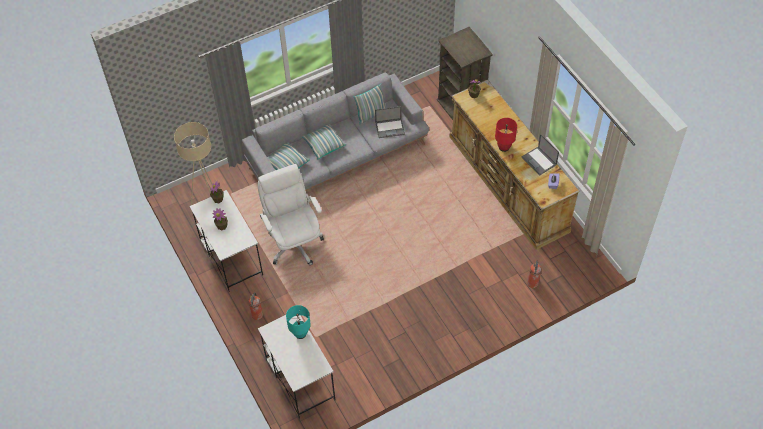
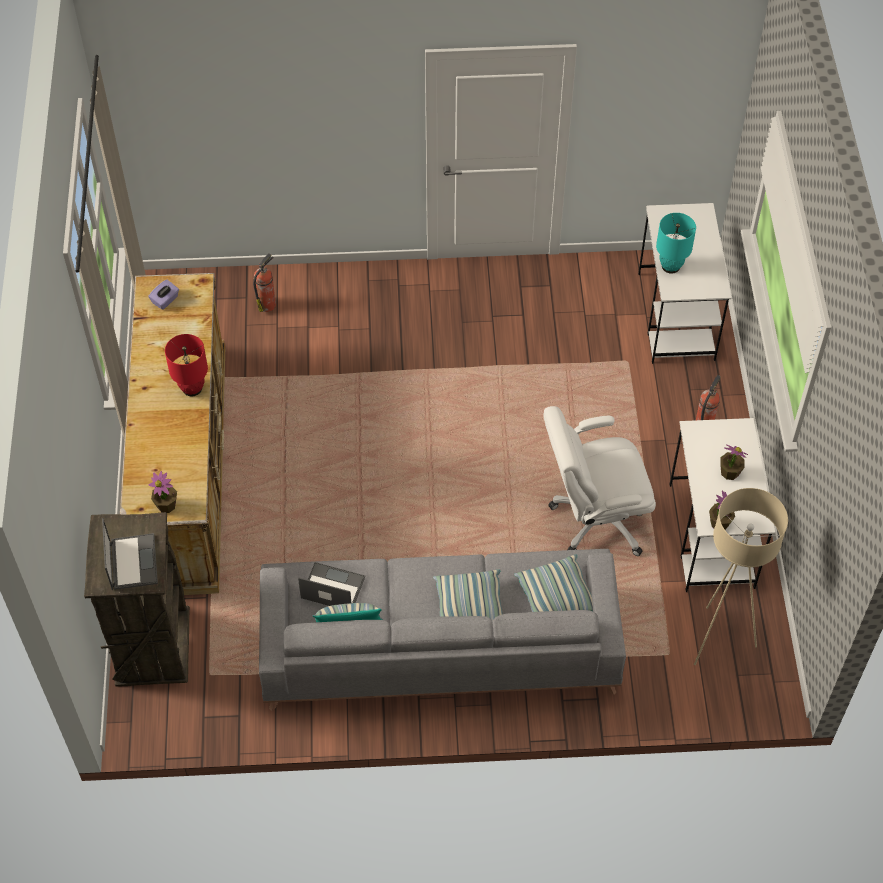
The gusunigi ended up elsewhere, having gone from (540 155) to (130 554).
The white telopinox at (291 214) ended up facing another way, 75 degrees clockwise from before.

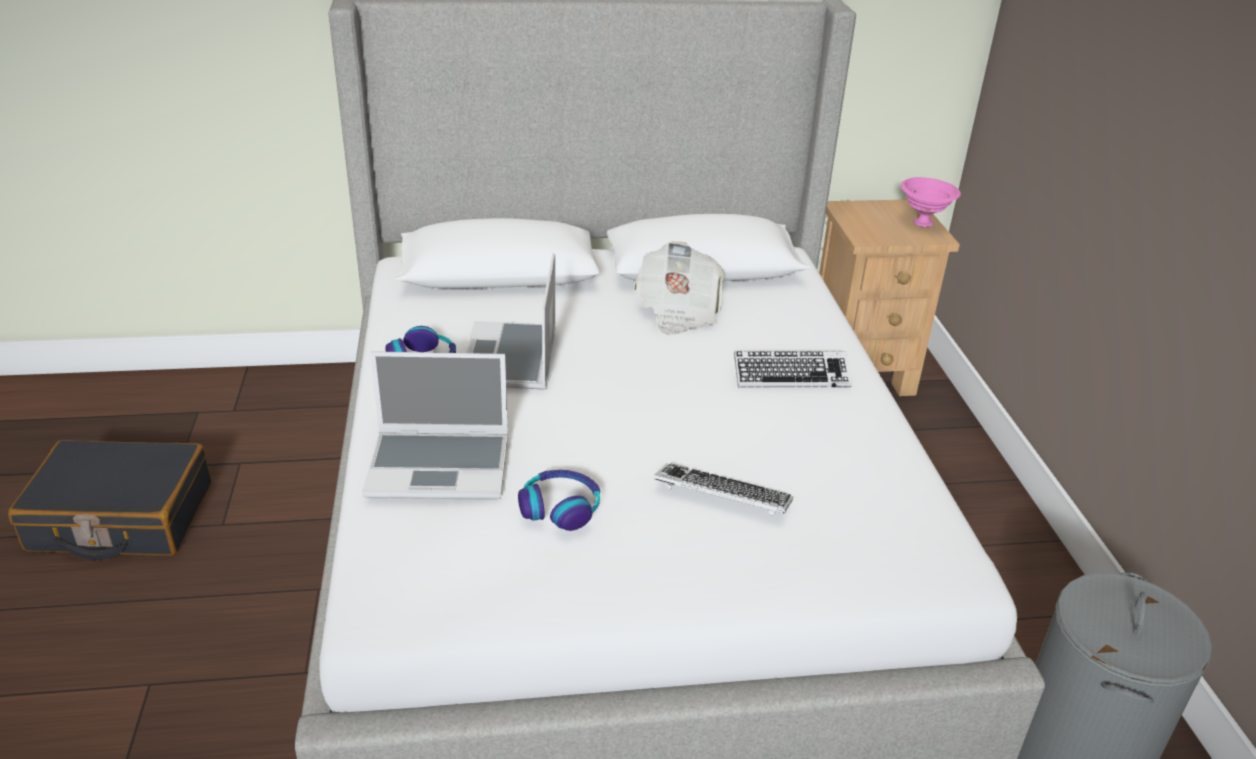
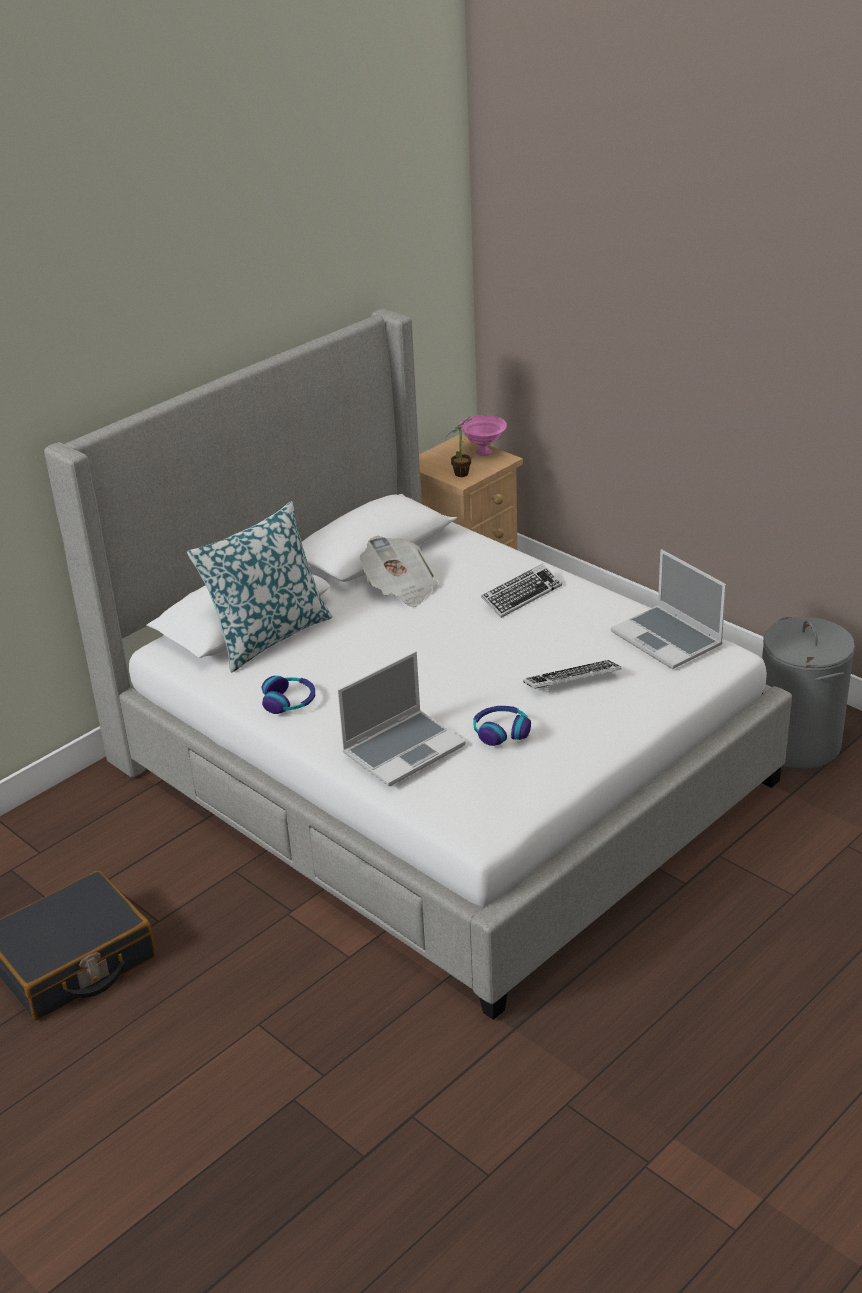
The second view gained the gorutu at (259 586).
The second view gained the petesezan at (460 447).
The gusunigi ended up elsewhere, having gone from (510 321) to (668 609).

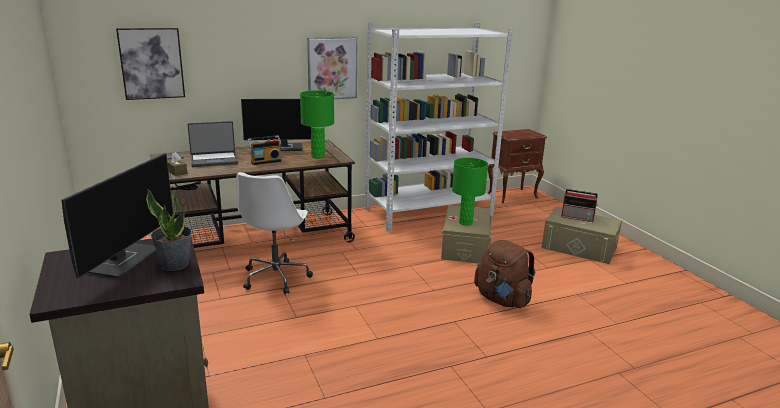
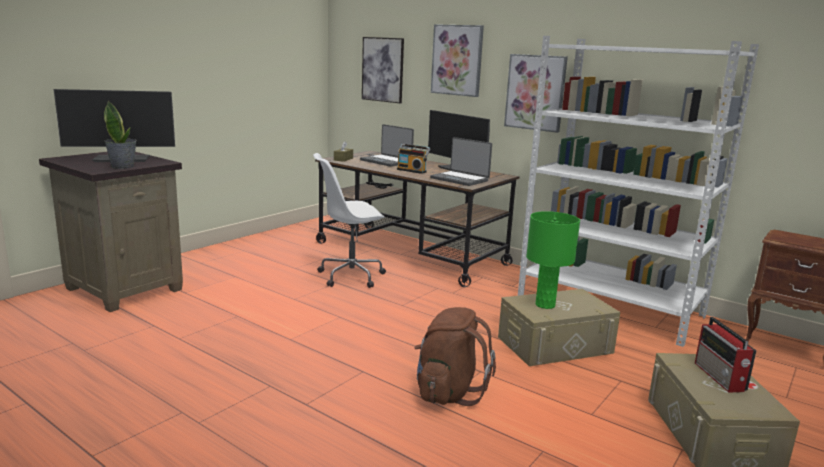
Where the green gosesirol stood at (317 124), the gusunigi came to stand at (461 161).
The second view gained the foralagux at (457 60).

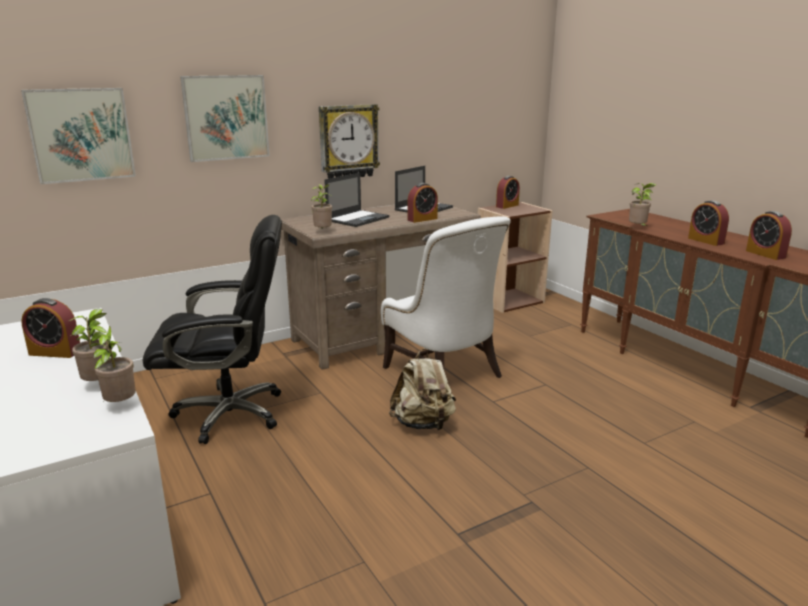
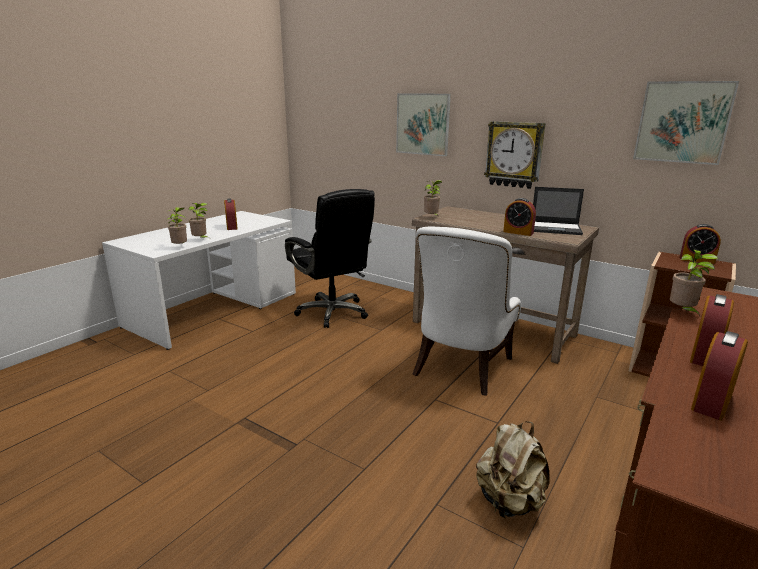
The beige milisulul ended up elsewhere, having gone from (422 389) to (513 469).
The foralagux ended up elsewhere, having gone from (78 136) to (686 123).
The second view lost the gusunigi at (356 200).

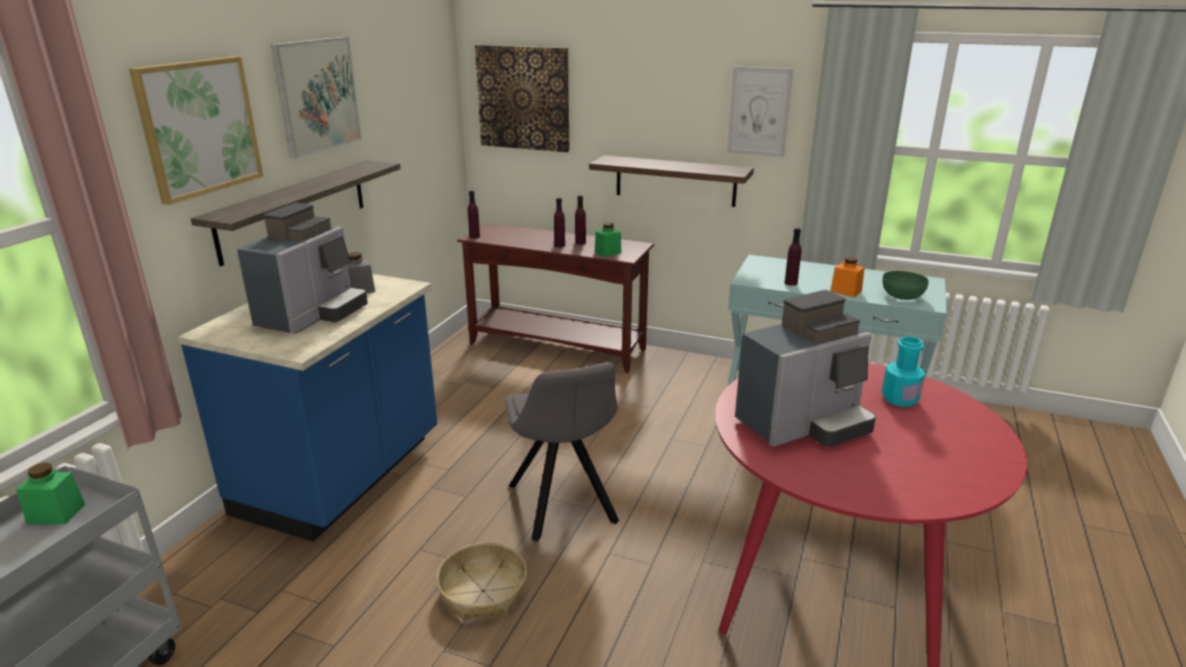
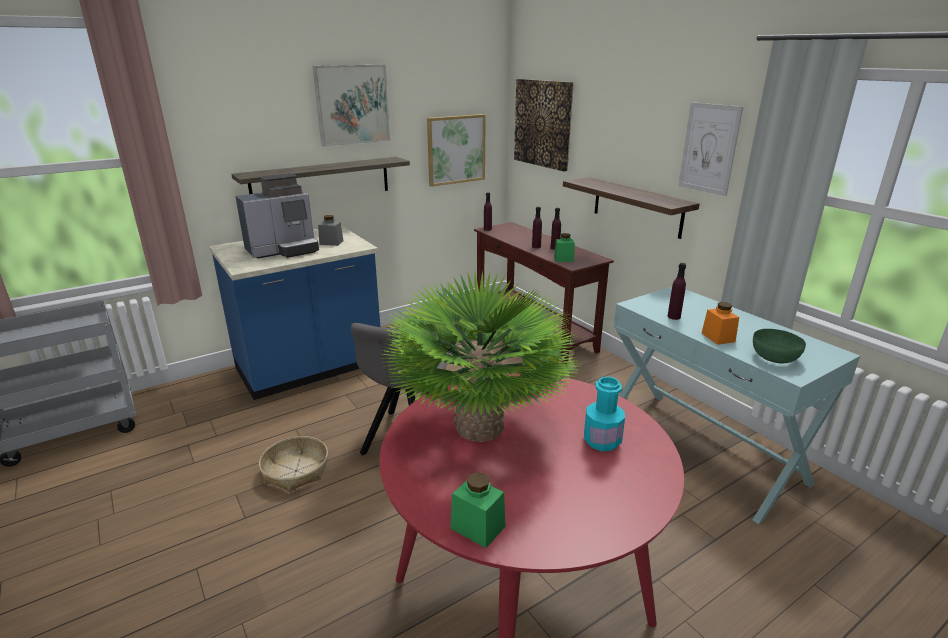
Where the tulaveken stood at (805 368), the petesezan came to stand at (480 356).
The foralagux ended up elsewhere, having gone from (196 130) to (456 150).
The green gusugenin ended up elsewhere, having gone from (50 493) to (478 510).

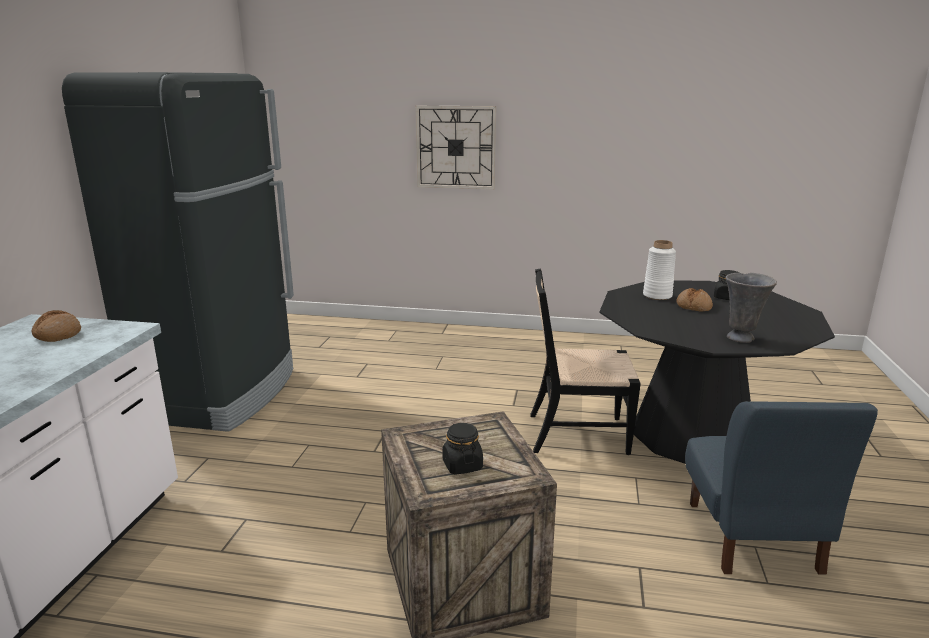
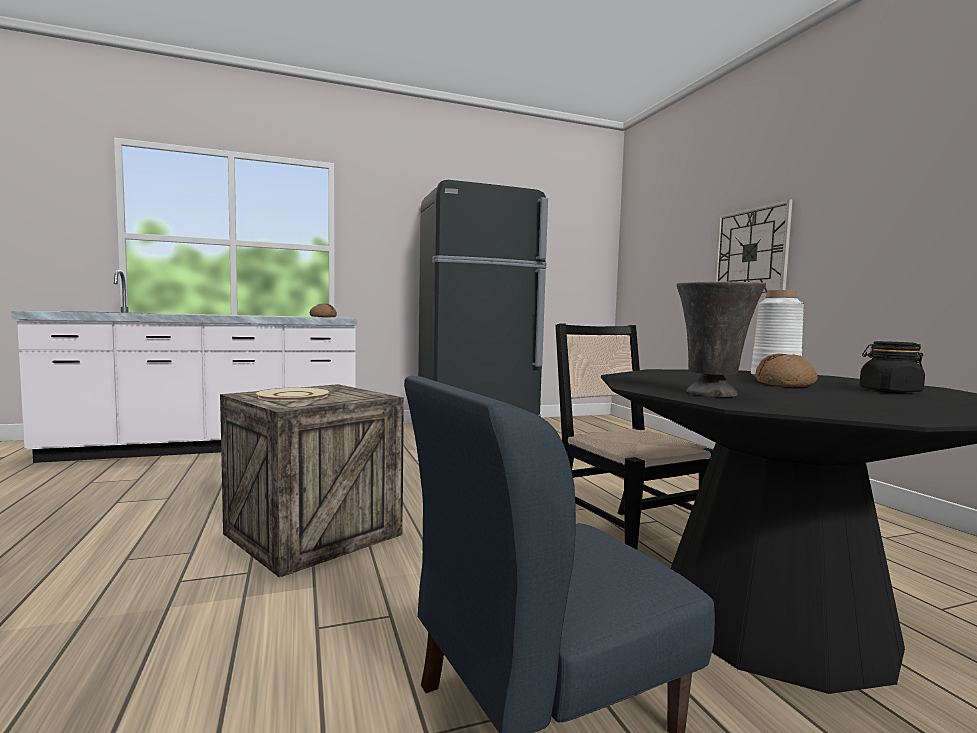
Where the black gusugenin stood at (462 449), the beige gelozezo came to stand at (292 394).

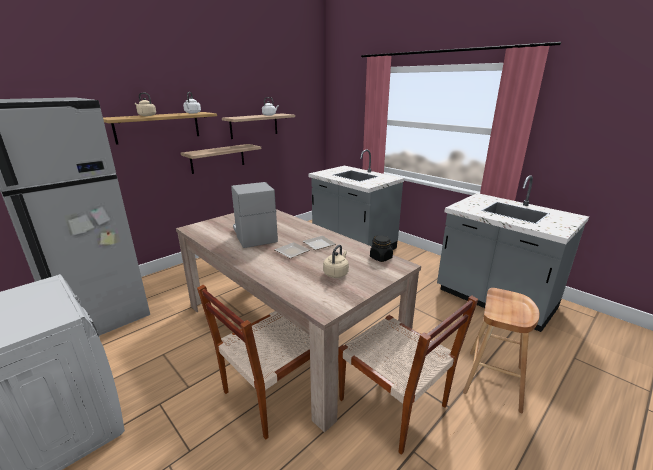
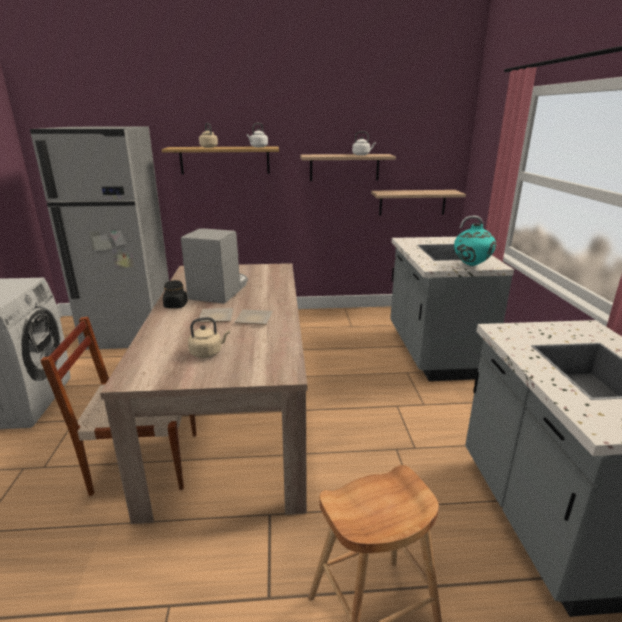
The black gusugenin ended up elsewhere, having gone from (381 249) to (175 294).
The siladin ended up elsewhere, having gone from (221 159) to (418 203).
The second view gained the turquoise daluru at (475 245).
The second view lost the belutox at (408 375).

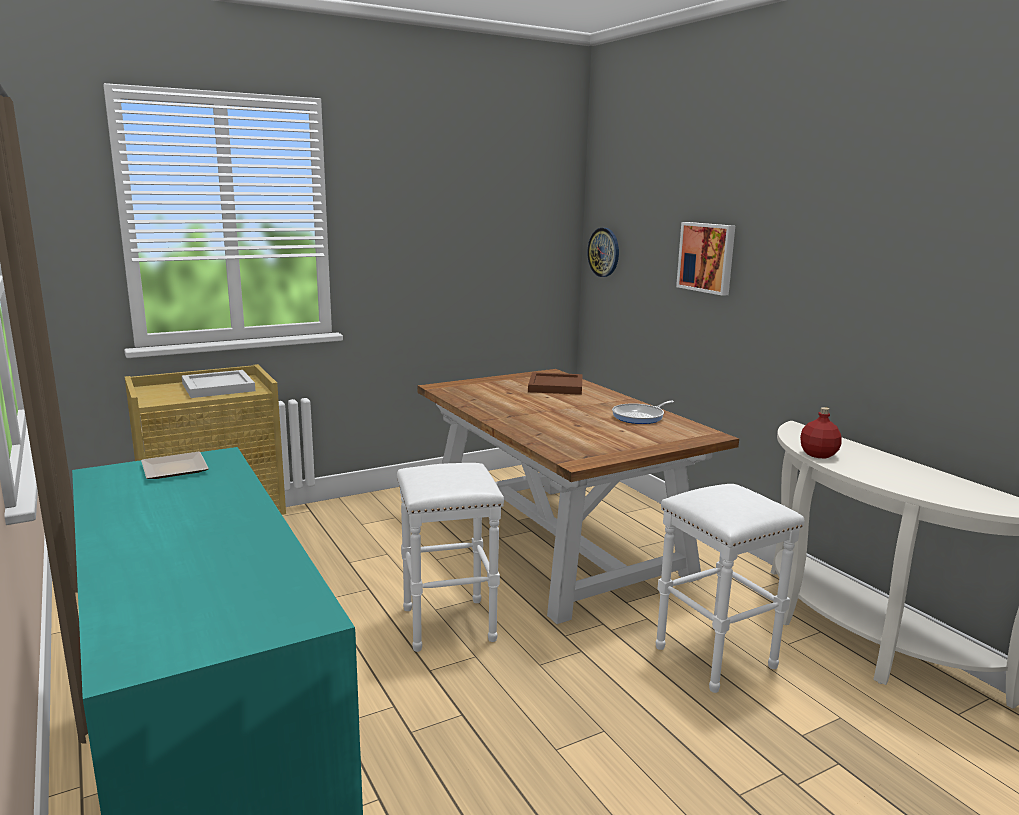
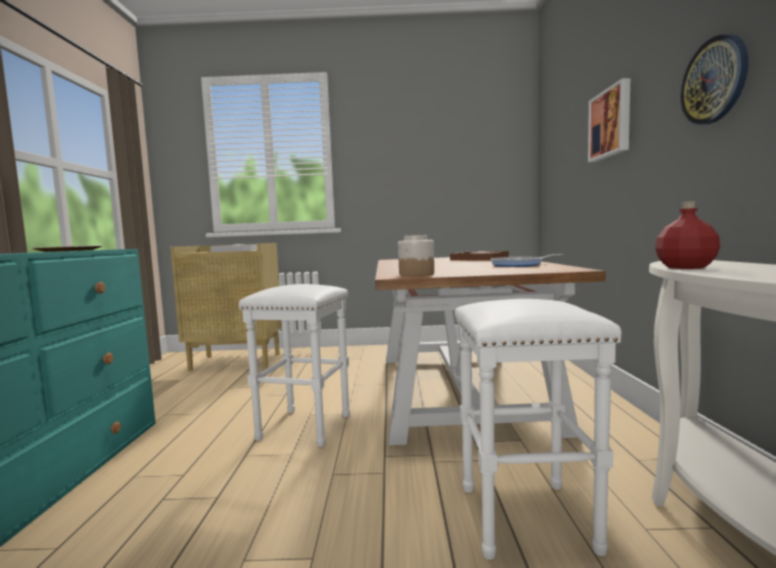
The second view gained the gusugenin at (416 255).
The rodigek ended up elsewhere, having gone from (603 252) to (715 79).

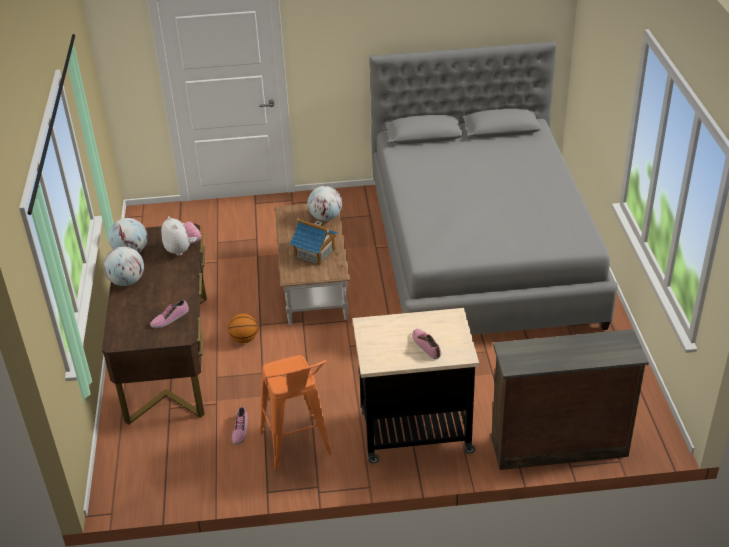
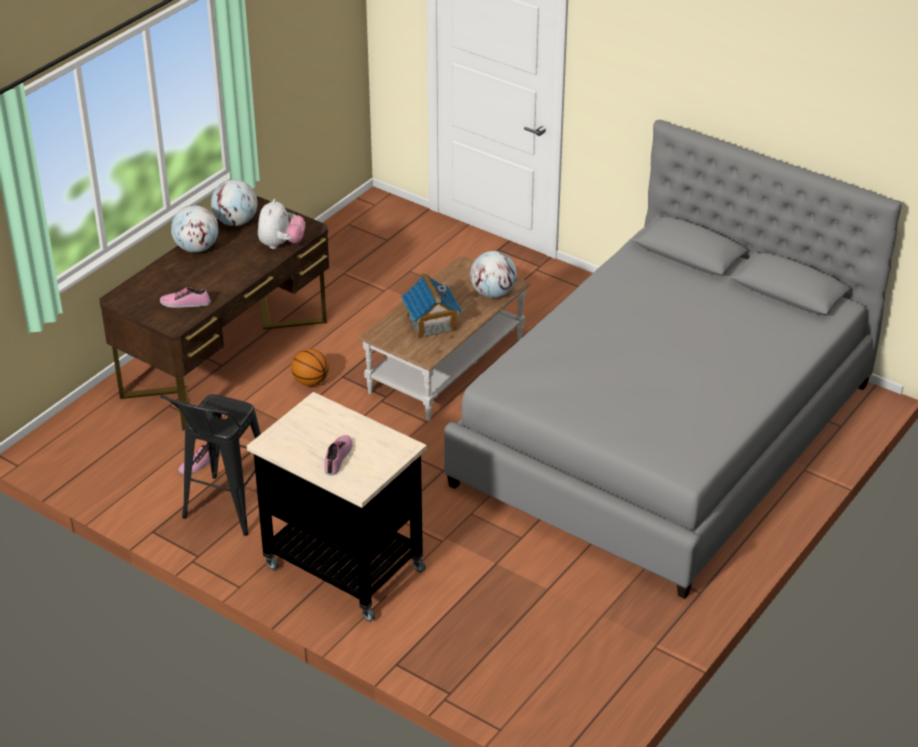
What was the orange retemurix at (296 412) turned into the black retemurix at (210 465).
The second view lost the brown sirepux at (570 399).

